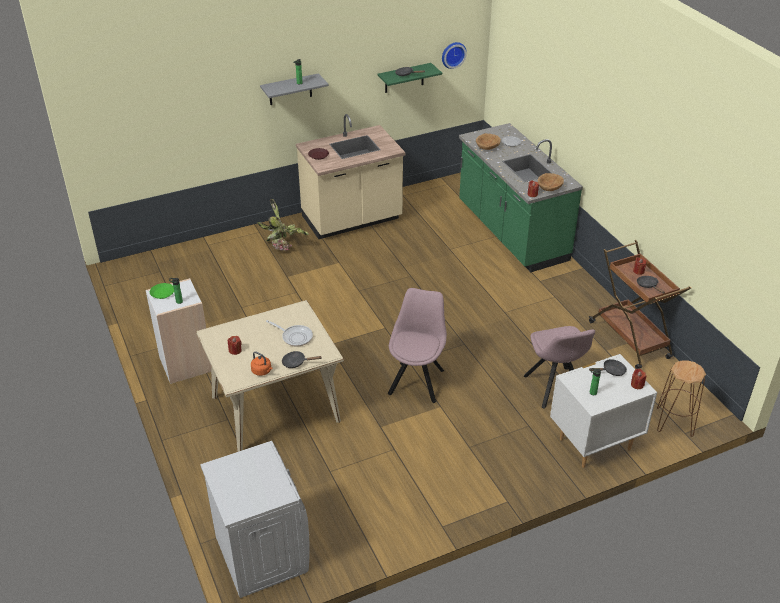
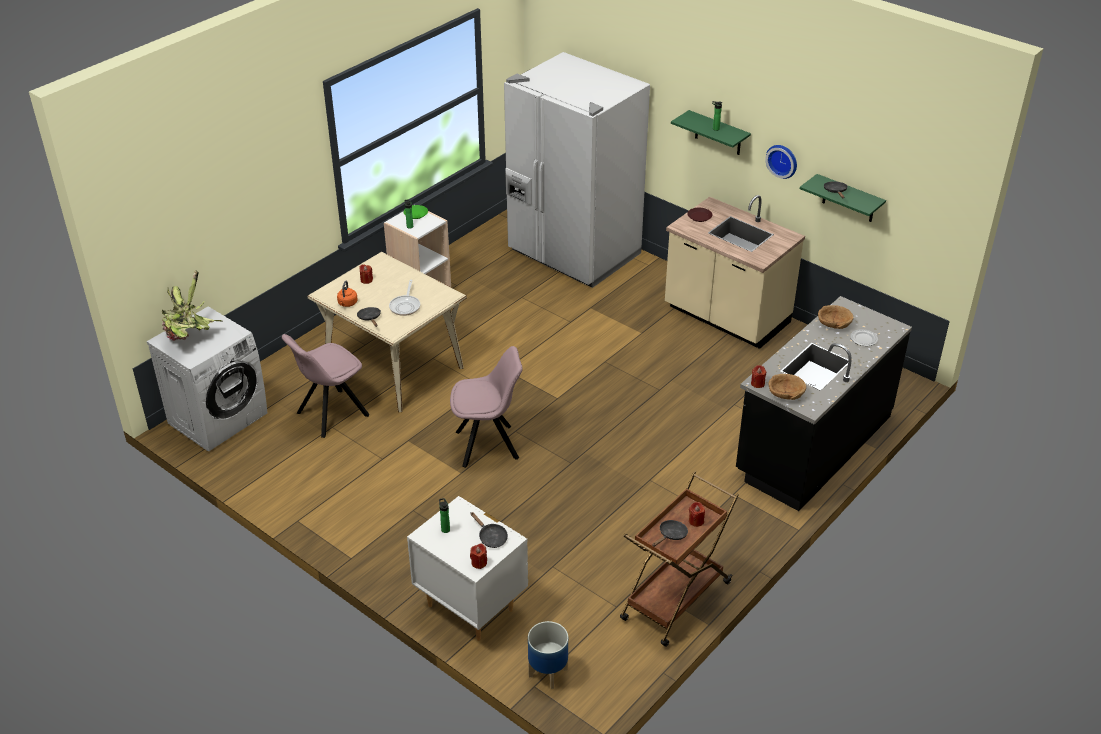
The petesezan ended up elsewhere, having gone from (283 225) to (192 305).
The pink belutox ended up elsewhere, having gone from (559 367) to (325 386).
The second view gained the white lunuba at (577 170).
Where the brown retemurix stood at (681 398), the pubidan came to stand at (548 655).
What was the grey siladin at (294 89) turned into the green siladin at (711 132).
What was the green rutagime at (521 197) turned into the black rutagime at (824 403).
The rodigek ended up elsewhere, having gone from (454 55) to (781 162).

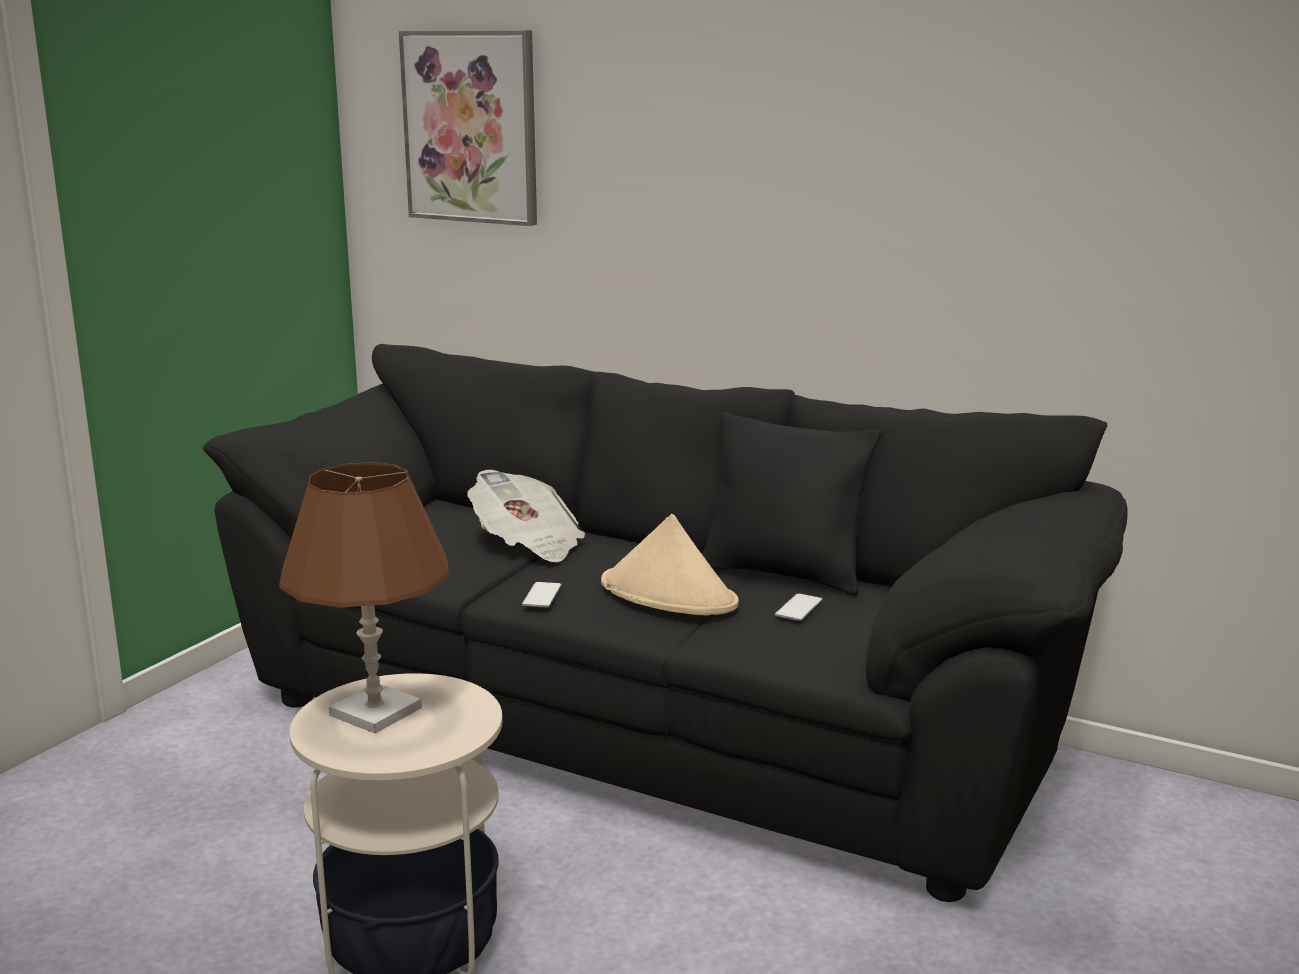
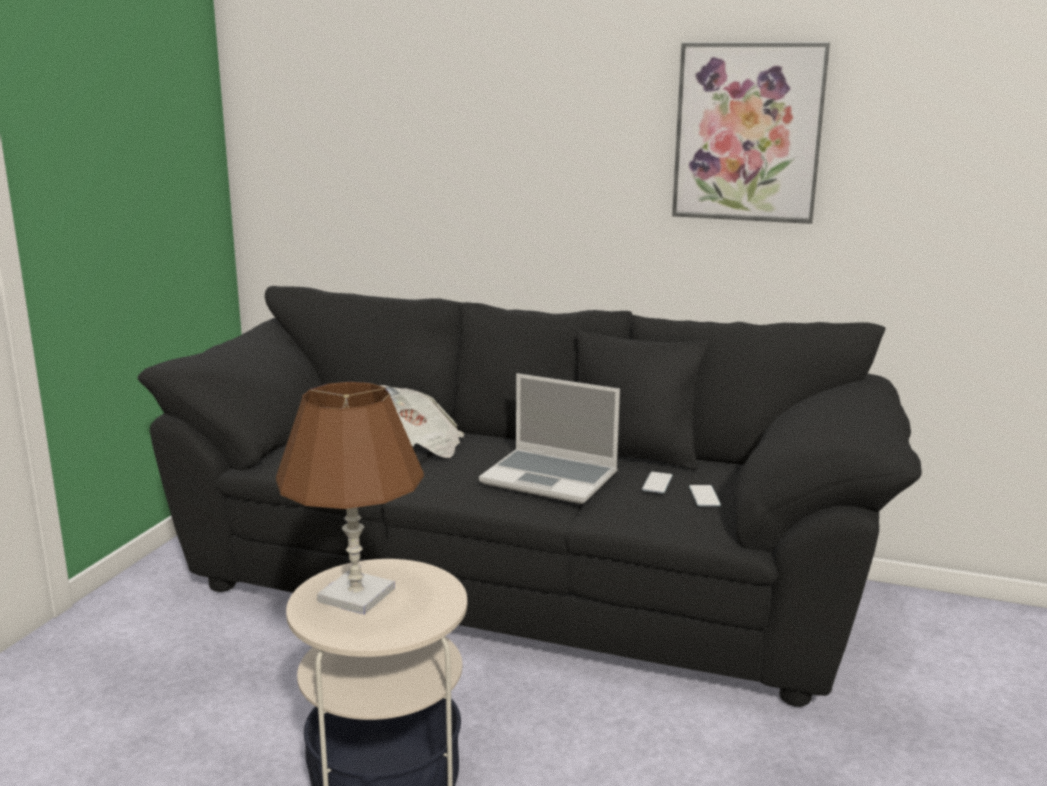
Where the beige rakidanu stood at (670 564), the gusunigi came to stand at (549 438).
The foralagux ended up elsewhere, having gone from (468 128) to (751 133).
The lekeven ended up elsewhere, having gone from (541 594) to (705 496).

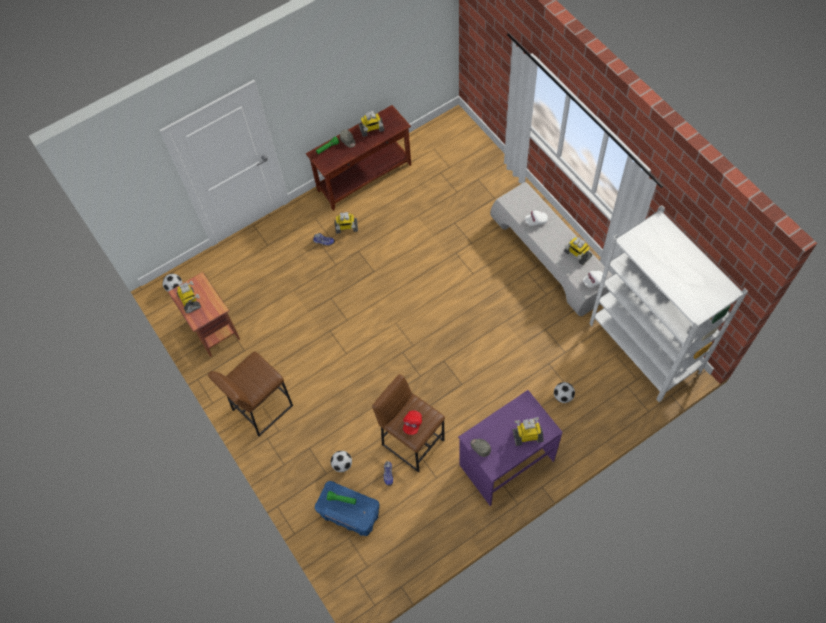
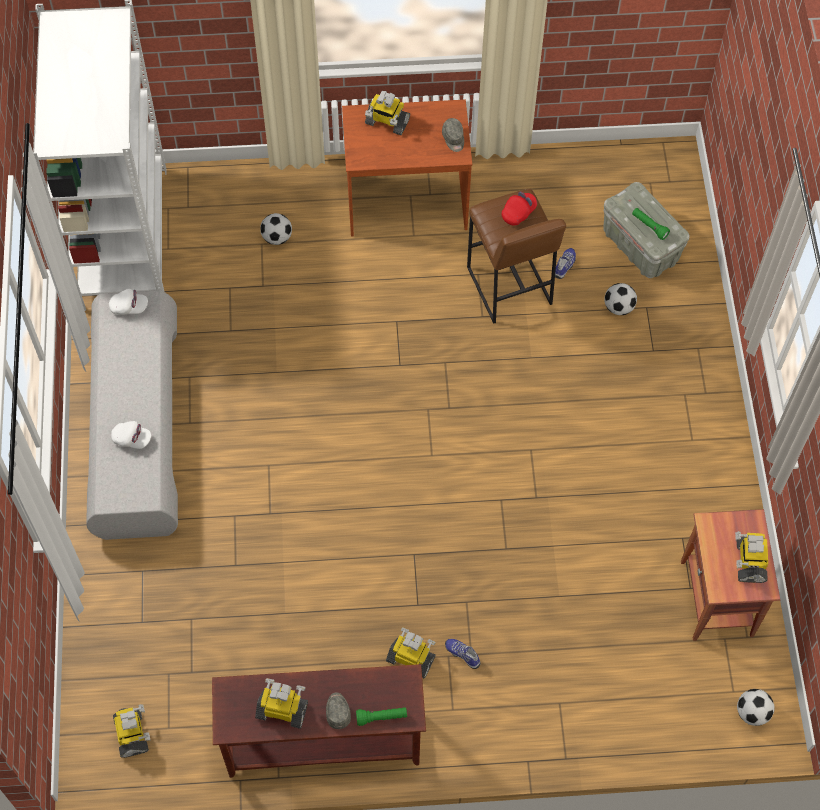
The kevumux ended up elsewhere, having gone from (578 251) to (131 731).
What was the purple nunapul at (510 448) turned into the brown nunapul at (407 168).
What was the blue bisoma at (347 508) turned into the grey bisoma at (646 230).
The second view lost the brown retemurix at (250 393).

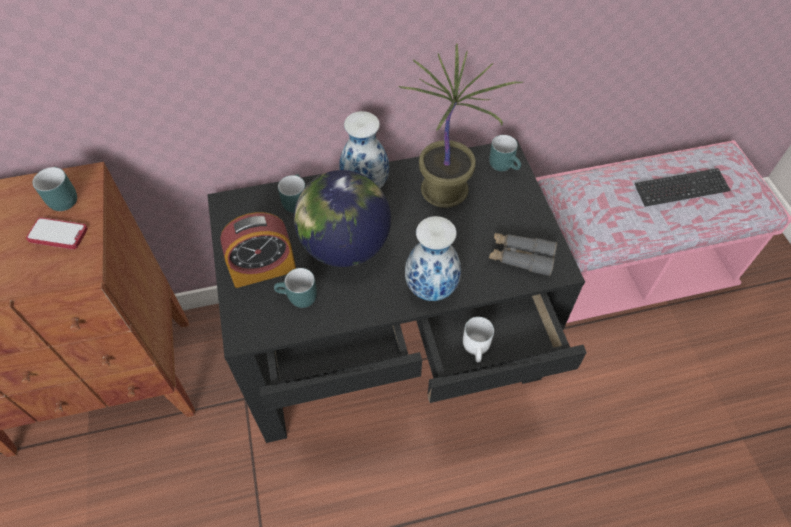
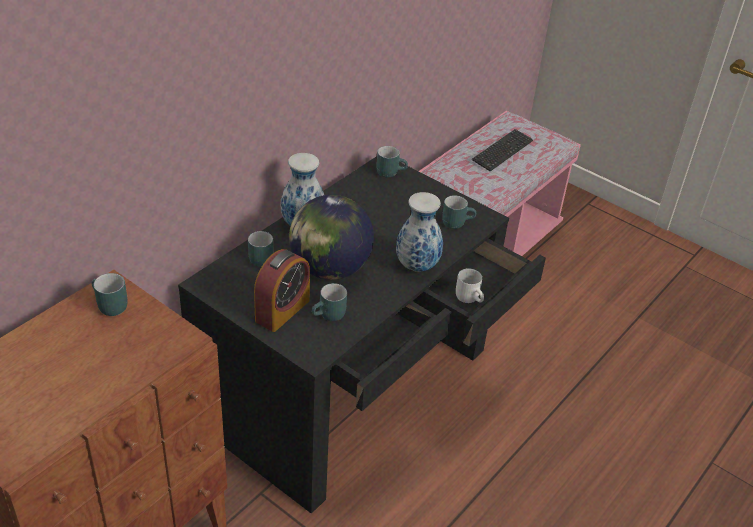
Where the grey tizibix stood at (523 254), the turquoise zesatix came to stand at (459 212).
The second view lost the lekeven at (57 233).
The second view lost the petesezan at (461 126).

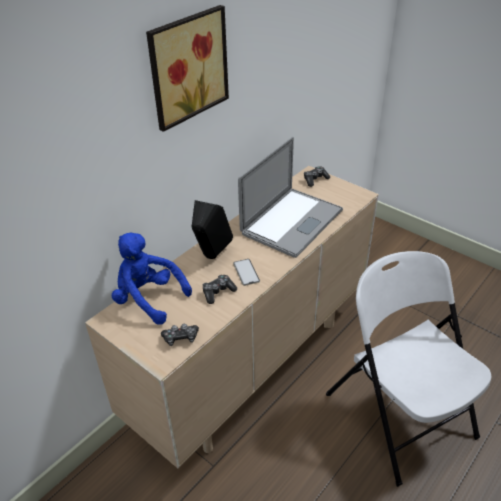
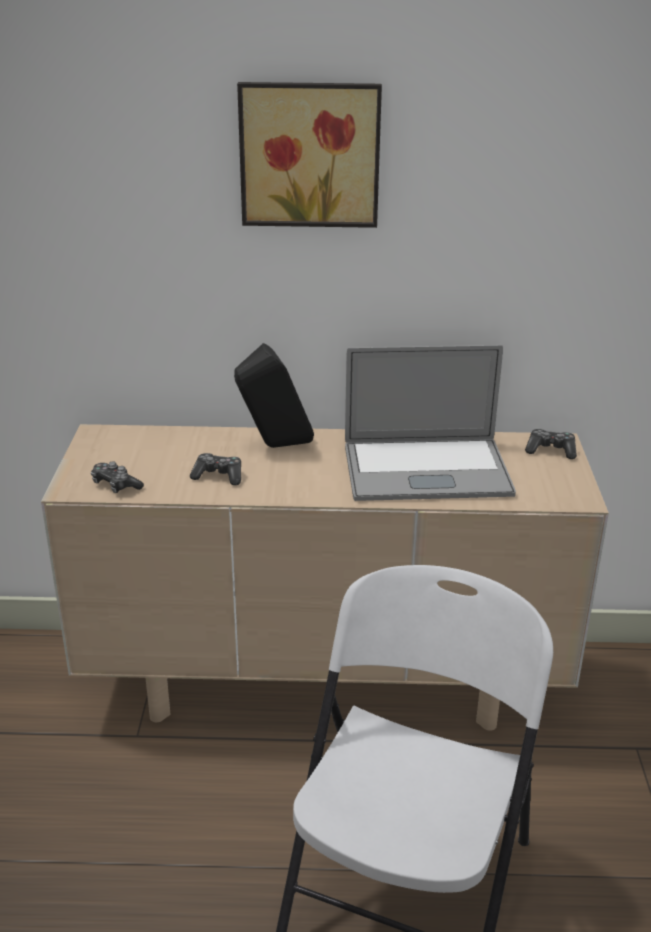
The second view lost the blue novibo at (152 278).
The second view lost the lekeven at (246 272).

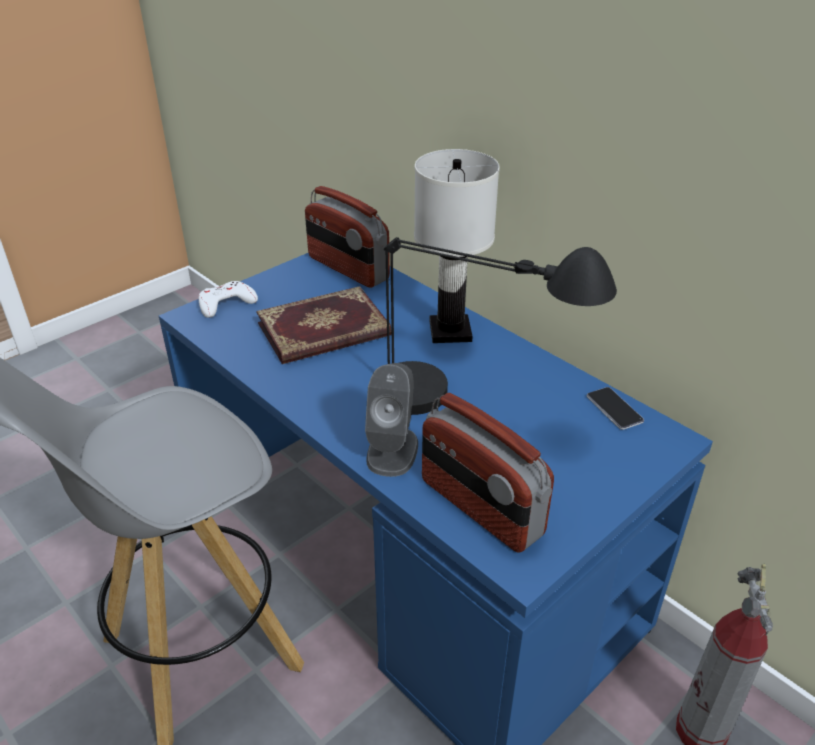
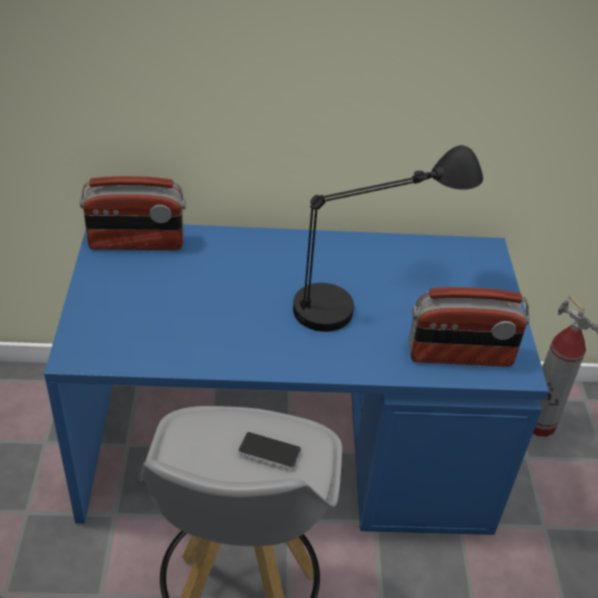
The lekeven ended up elsewhere, having gone from (615 408) to (269 450).
The second view lost the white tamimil at (228 299).
The second view lost the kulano at (324 325).
The second view lost the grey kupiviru at (391 420).
The second view lost the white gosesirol at (457 246).

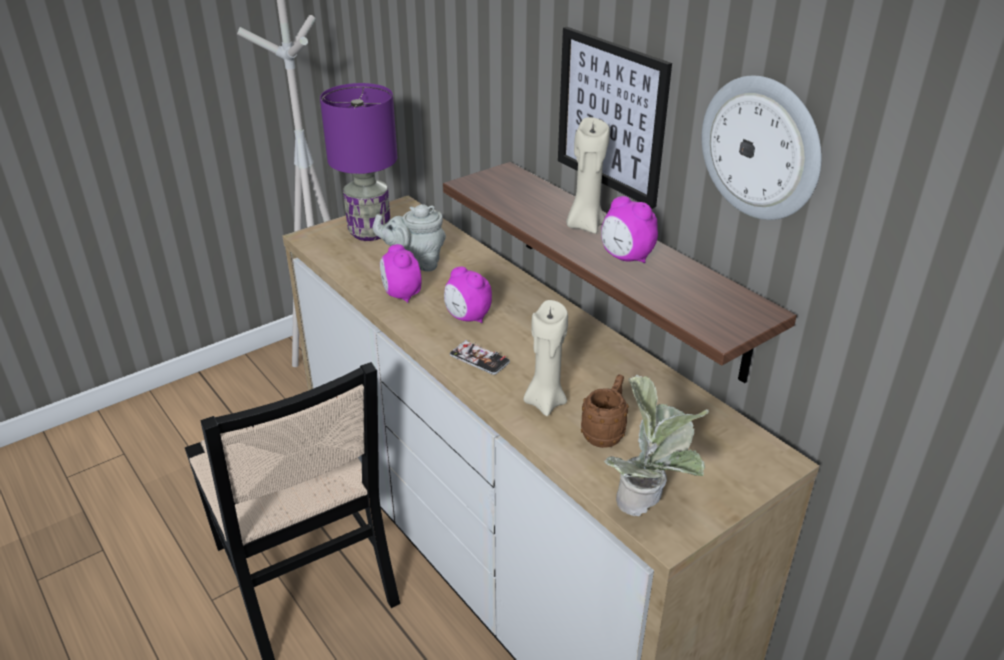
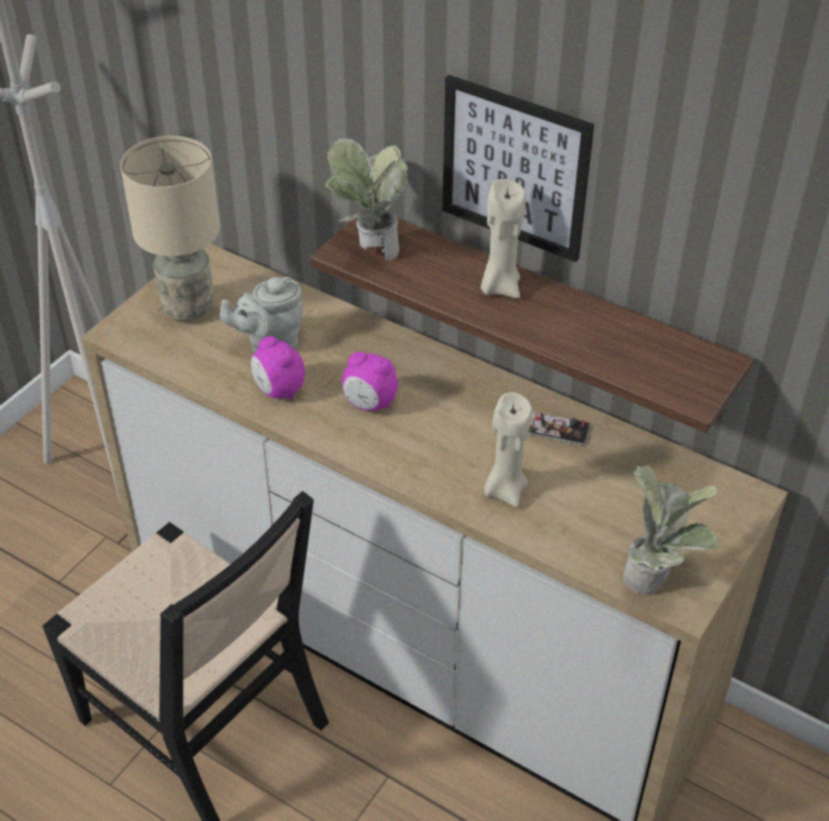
What was the purple gosesirol at (359 162) turned into the beige gosesirol at (170 229).
The second view gained the petesezan at (366 199).
The lekeven ended up elsewhere, having gone from (480 357) to (559 428).
The second view lost the brown zesatix at (605 411).
The second view lost the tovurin at (629 229).
The second view lost the rodigek at (762 148).

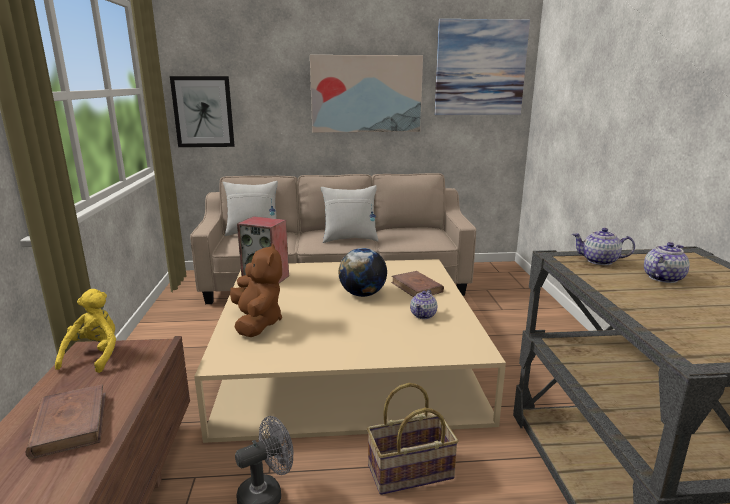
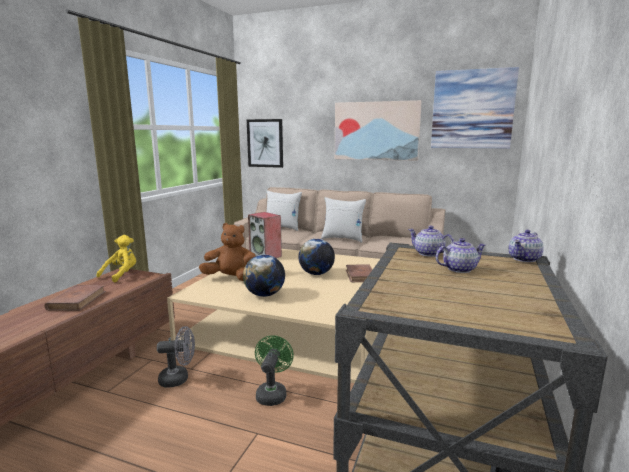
The brown novibo at (256 290) ended up facing another way, 90 degrees counterclockwise from before.
The second view gained the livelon at (264 276).
Where the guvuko stood at (413 439), the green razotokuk came to stand at (274 370).
The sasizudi ended up elsewhere, having gone from (423 304) to (526 246).

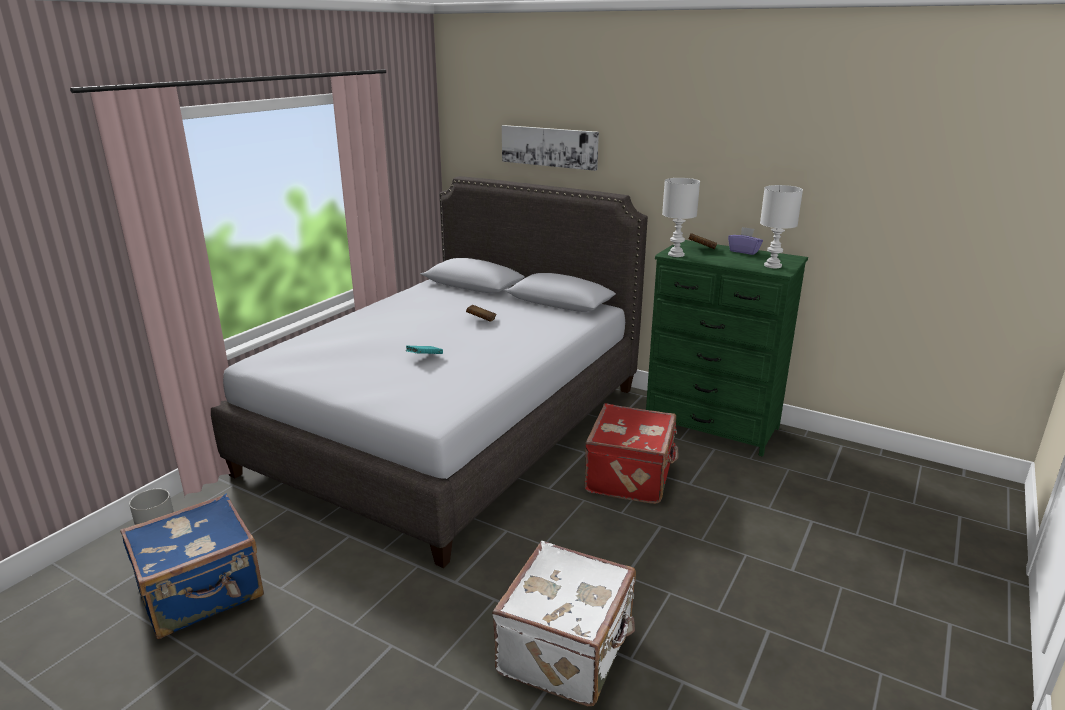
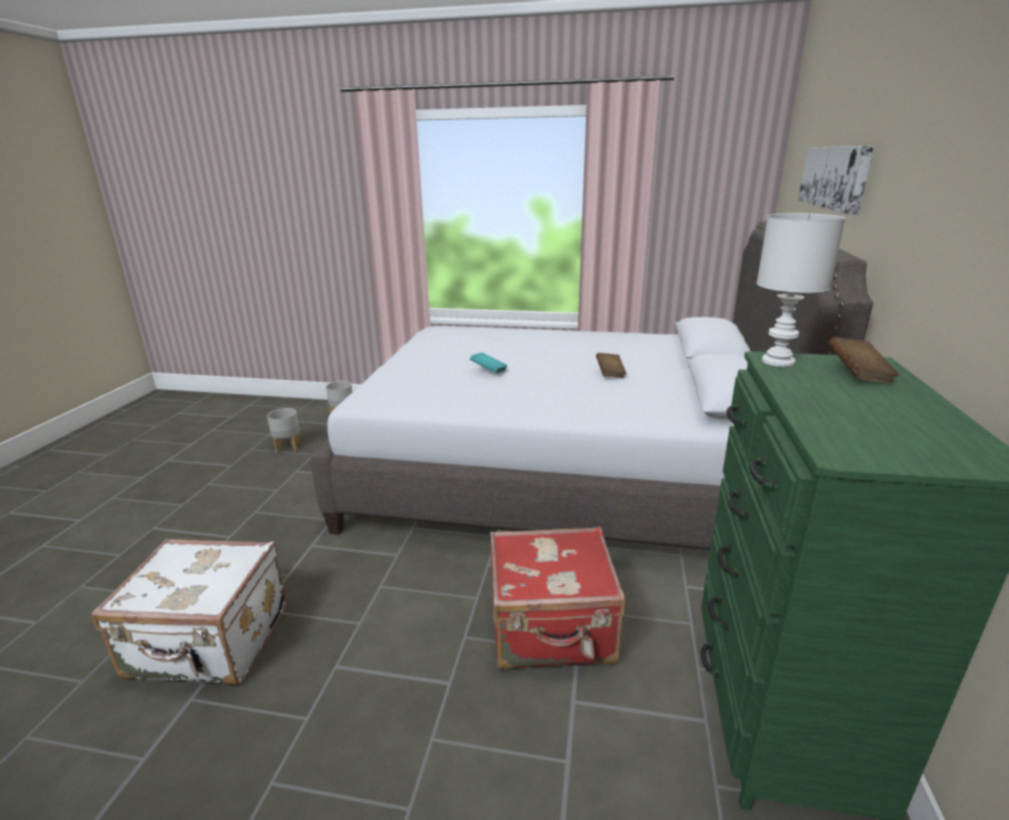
Where the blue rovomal stood at (192 566), the grey pubidan came to stand at (283 430).
The second view lost the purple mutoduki at (745 241).
The second view lost the white gosesirol at (781 226).

